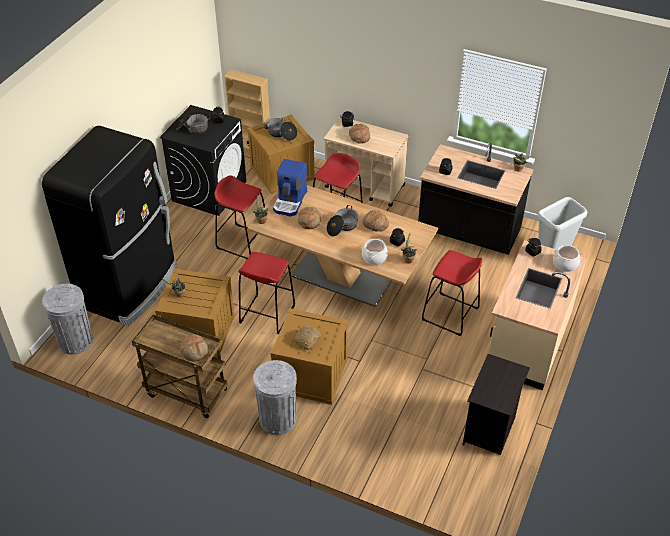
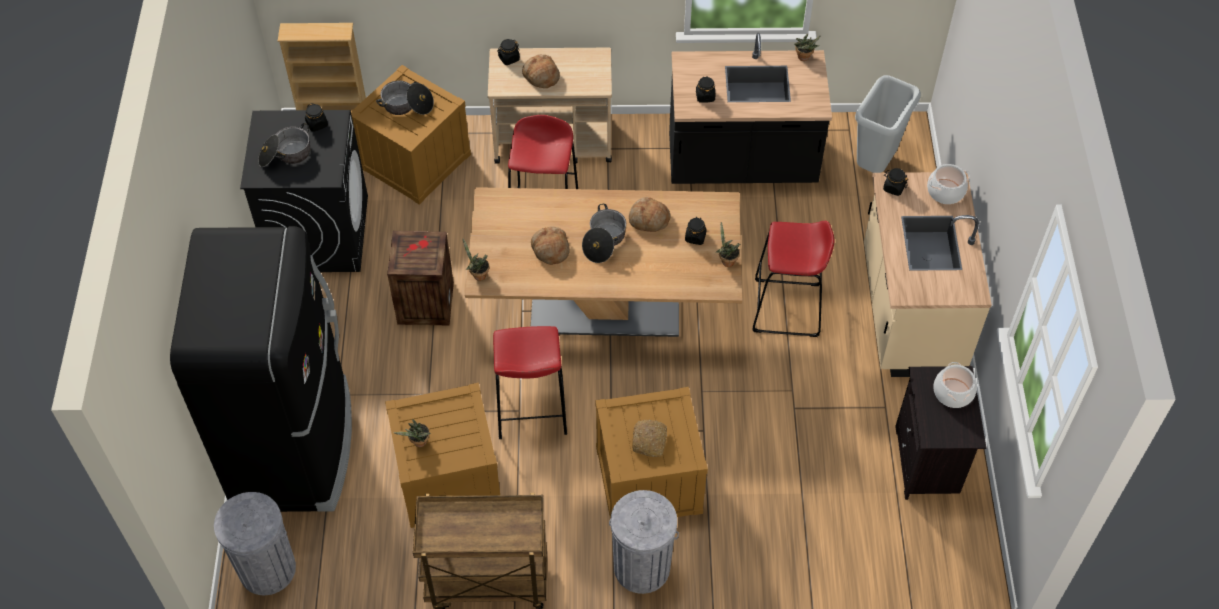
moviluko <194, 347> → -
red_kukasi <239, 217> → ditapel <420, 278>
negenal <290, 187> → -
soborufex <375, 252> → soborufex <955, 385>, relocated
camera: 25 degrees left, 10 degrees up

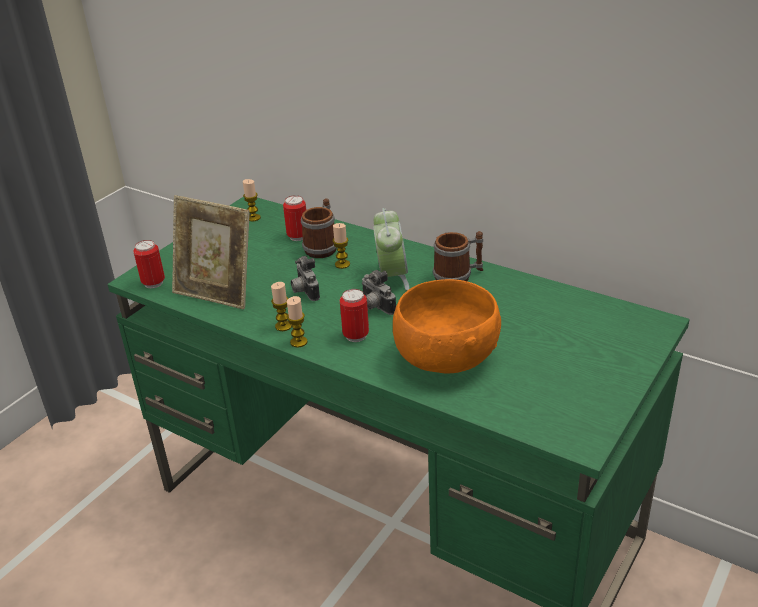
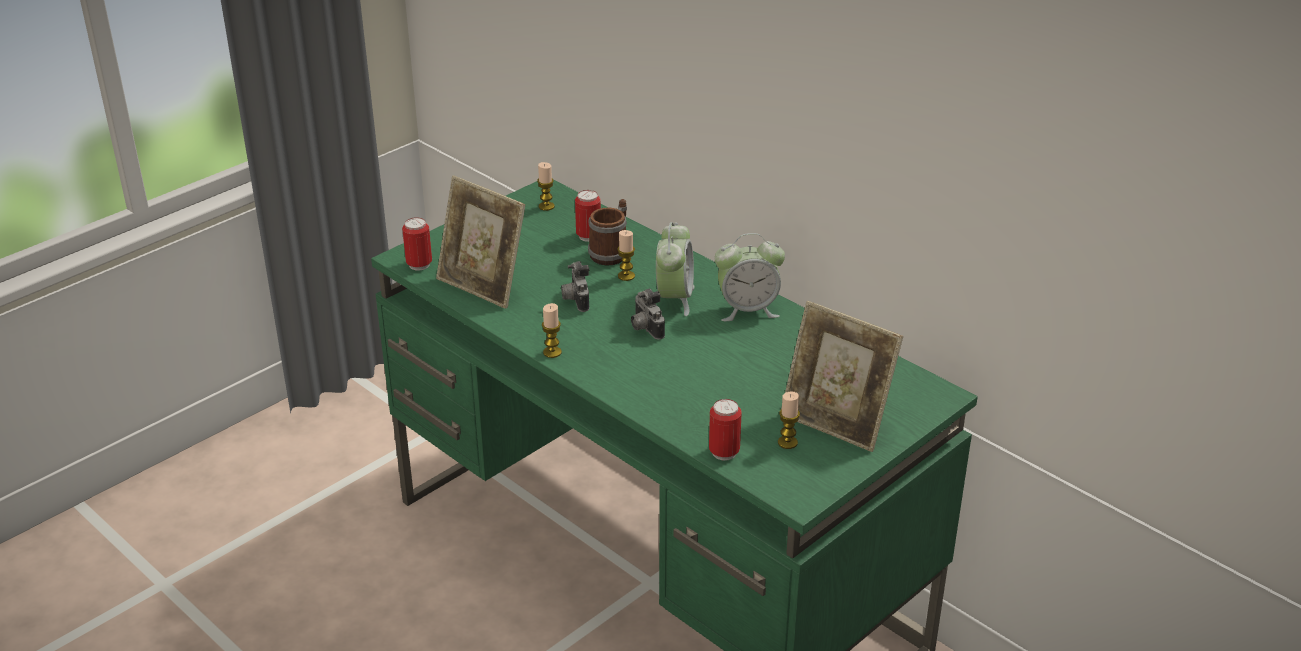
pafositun <281, 306> → pafositun <789, 420>, relocated
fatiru <354, 315> → fatiru <725, 429>, relocated
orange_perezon <447, 326> → -
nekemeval <458, 256> → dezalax <750, 277>
- → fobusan <842, 376>
camera: 10 degrees right, 0 degrees up

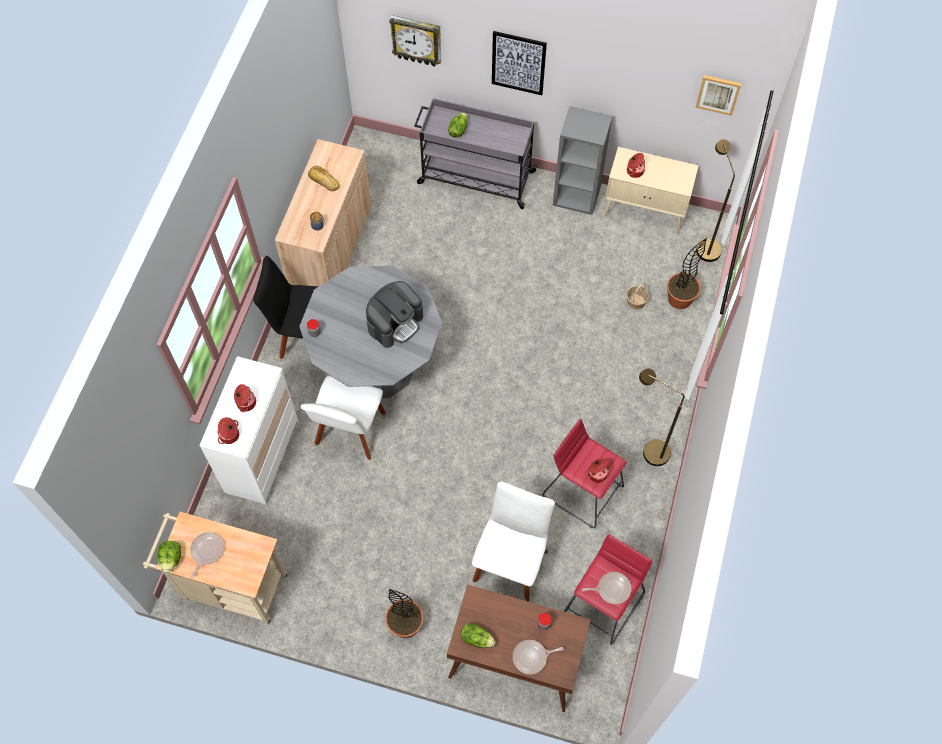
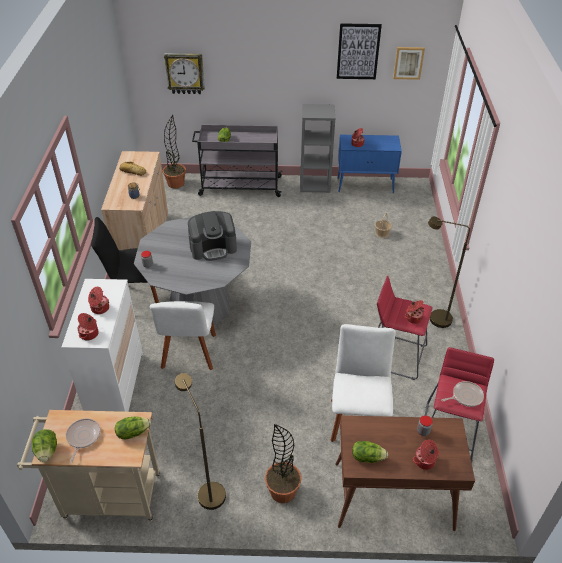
negenal <394, 314> → negenal <212, 236>, 45 degrees clockwise
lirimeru <519, 63> → lirimeru <359, 51>, relocated
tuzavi <538, 657> → soborufex <426, 455>
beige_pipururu <651, 190> → blue_pipururu <370, 164>
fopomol <687, 273> → fopomol <174, 152>, relocated
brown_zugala <715, 200> → brown_zugala <200, 441>, relocated
- → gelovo <133, 427>
camera: 15 degrees left, 20 degrees down

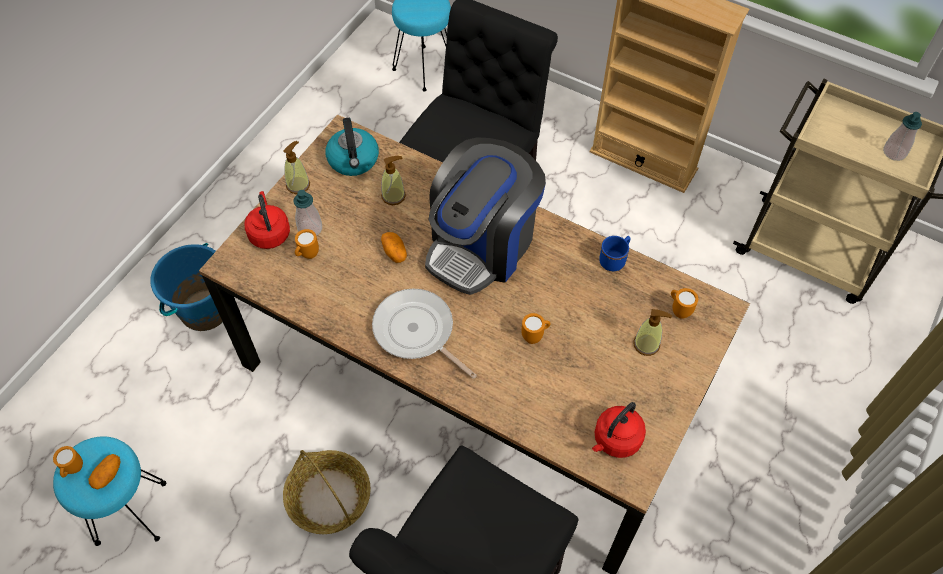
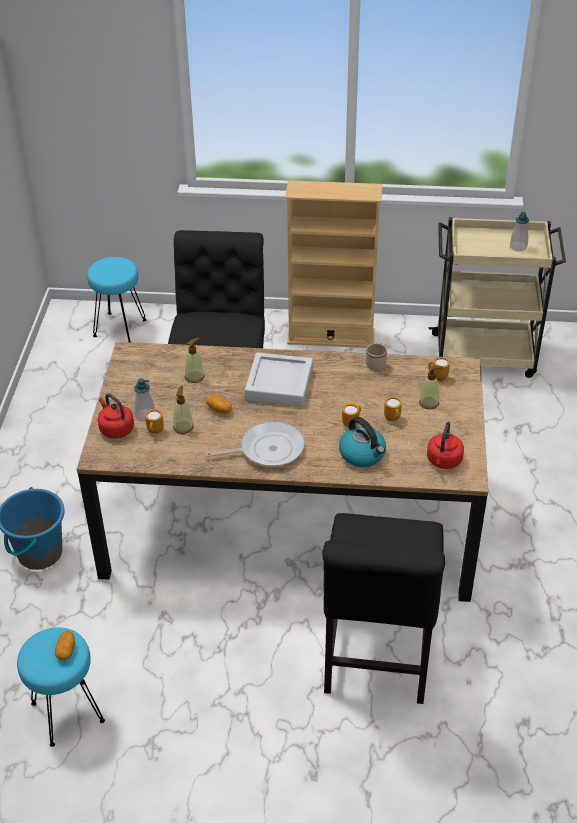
orange_nekemeval <68, 461> → orange_nekemeval <393, 408>, relocated
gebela <296, 167> → gebela <183, 410>, relocated
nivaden <327, 492> → -
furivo <352, 147> → furivo <362, 442>, relocated
tuzavi <424, 334> → tuzavi <255, 444>, 150 degrees clockwise
negenal <485, 216> → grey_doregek <279, 379>
blue_nekemeval <615, 253> → beige_nekemeval <376, 356>
camera: 25 degrees left, 15 degrees down

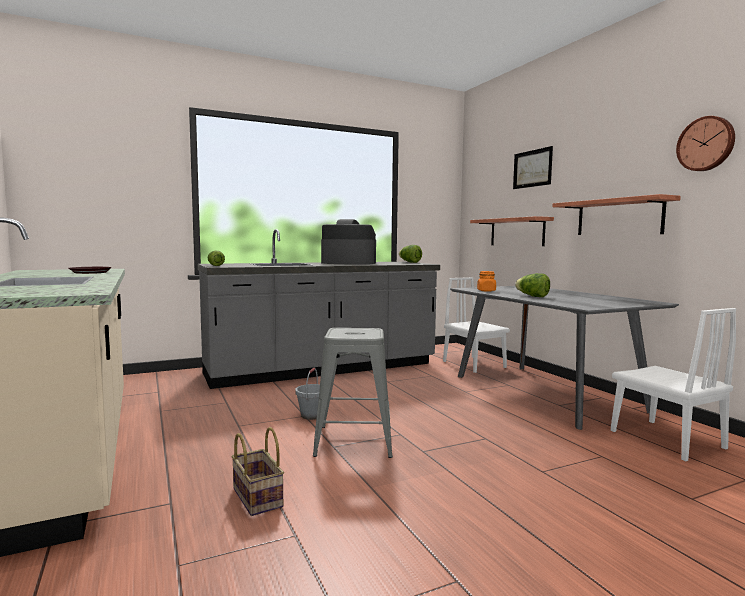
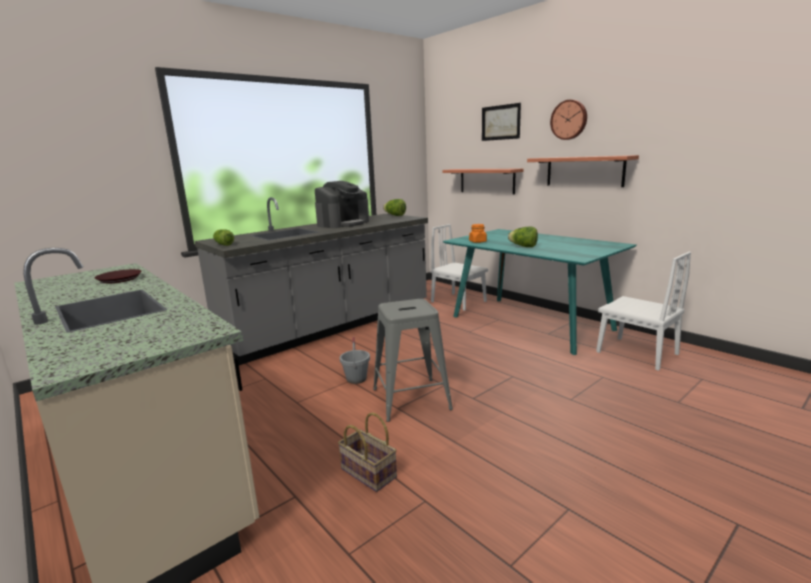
negenal <348, 242> → negenal <342, 204>, 135 degrees clockwise
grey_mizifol <564, 358> → turquoise_mizifol <540, 292>
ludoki <705, 143> → ludoki <568, 120>, relocated
camera: 15 degrees left, 10 degrees up

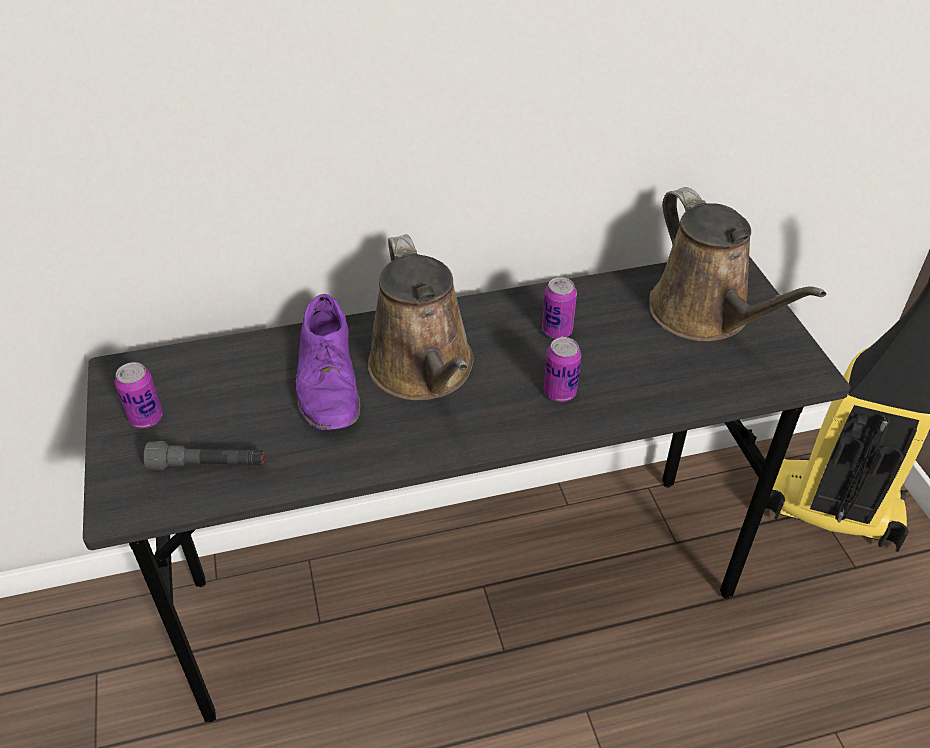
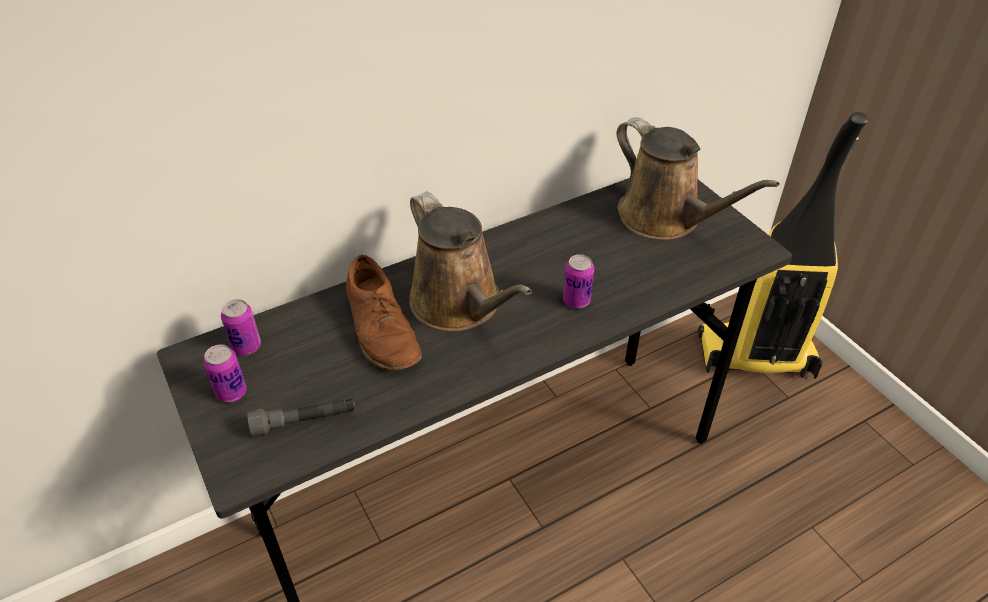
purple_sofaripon <327, 362> → brown_sofaripon <384, 313>
fatiru <559, 308> → fatiru <241, 327>, relocated
camera: 15 degrees left, 0 degrees up

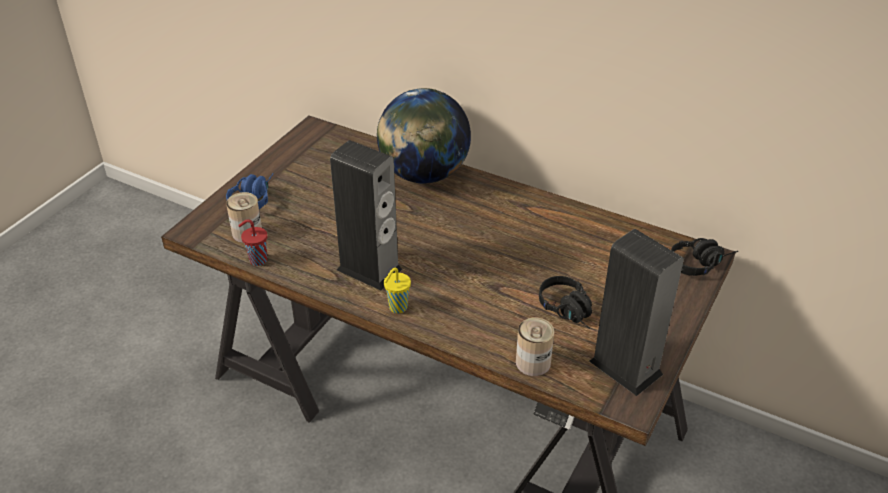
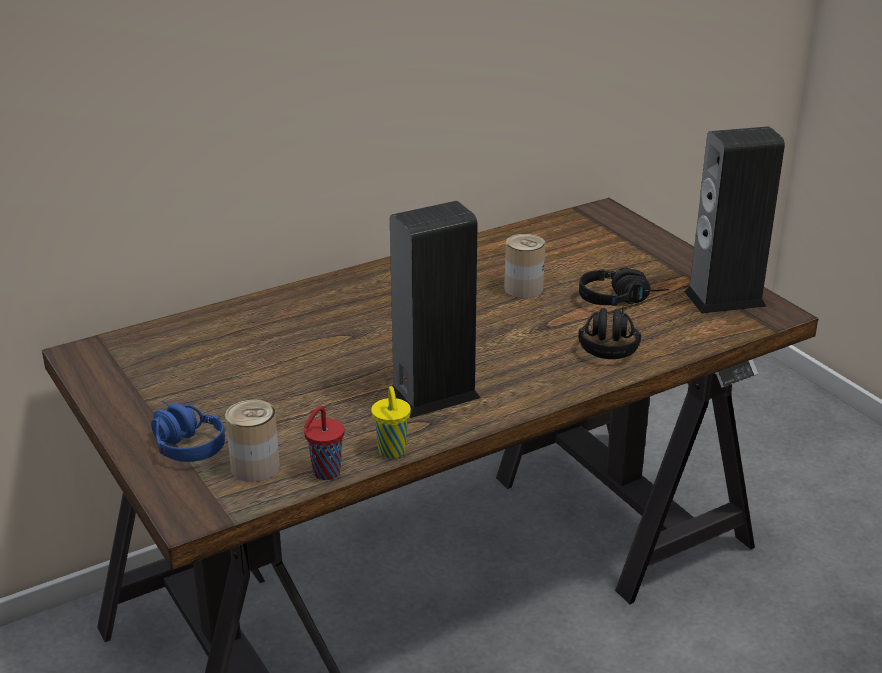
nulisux <424, 136> → -
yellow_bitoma <397, 290> → yellow_bitoma <391, 422>, relocated
fatiru <535, 347> → fatiru <524, 266>, relocated
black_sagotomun <704, 257> → black_sagotomun <609, 332>, relocated
camera: 60 degrees left, 10 degrees down

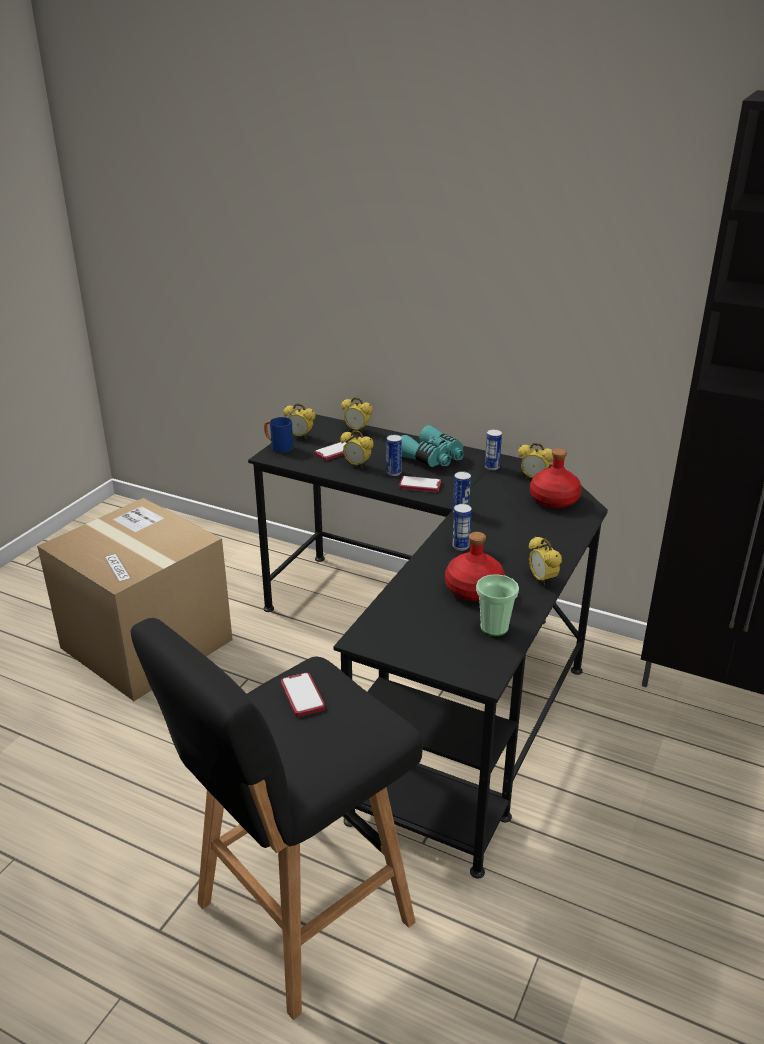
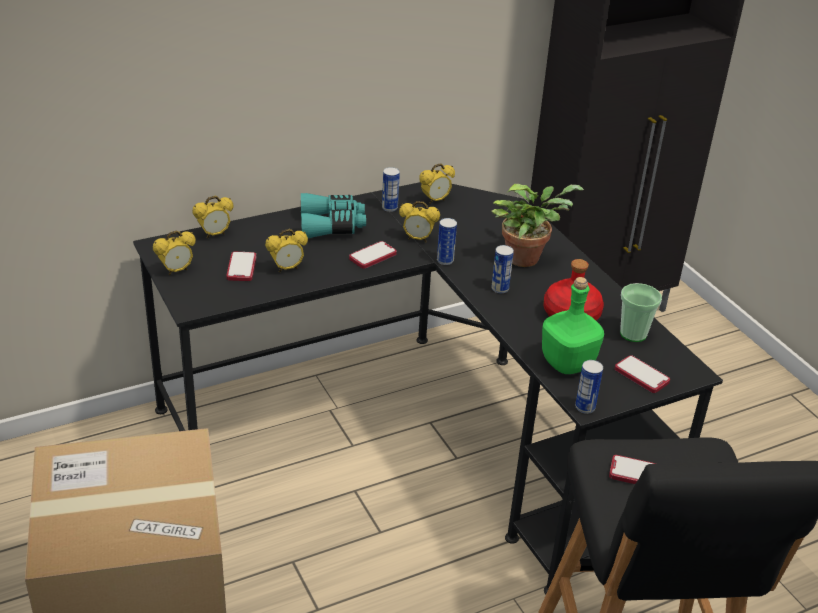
blue_nekemeval <278, 435> → -
fatiru <394, 455> → fatiru <589, 387>, relocated
dezalax <545, 561> → dezalax <419, 221>, relocated
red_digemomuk <556, 478> → -
- → fopomol <537, 225>
- → green_digemomuk <573, 325>
- → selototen <642, 374>
camera: 55 degrees left, 5 degrees up

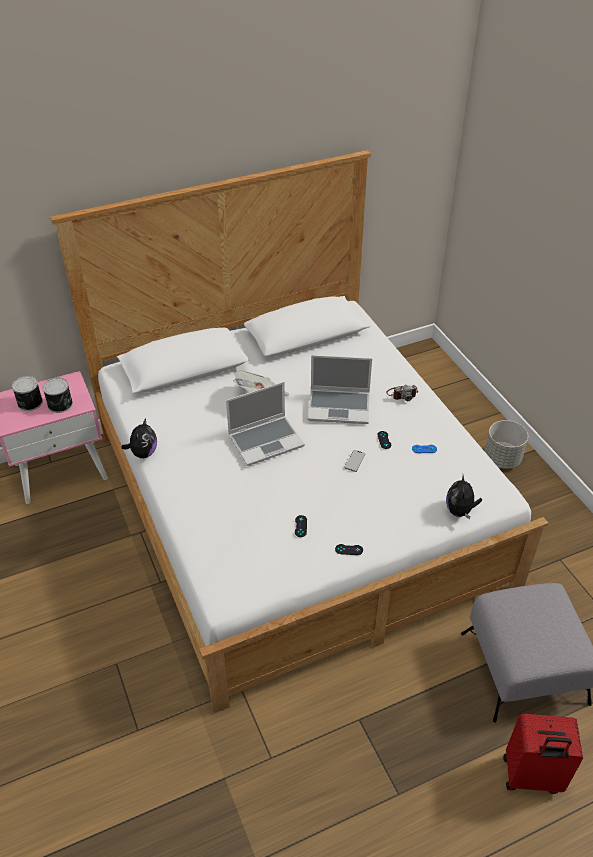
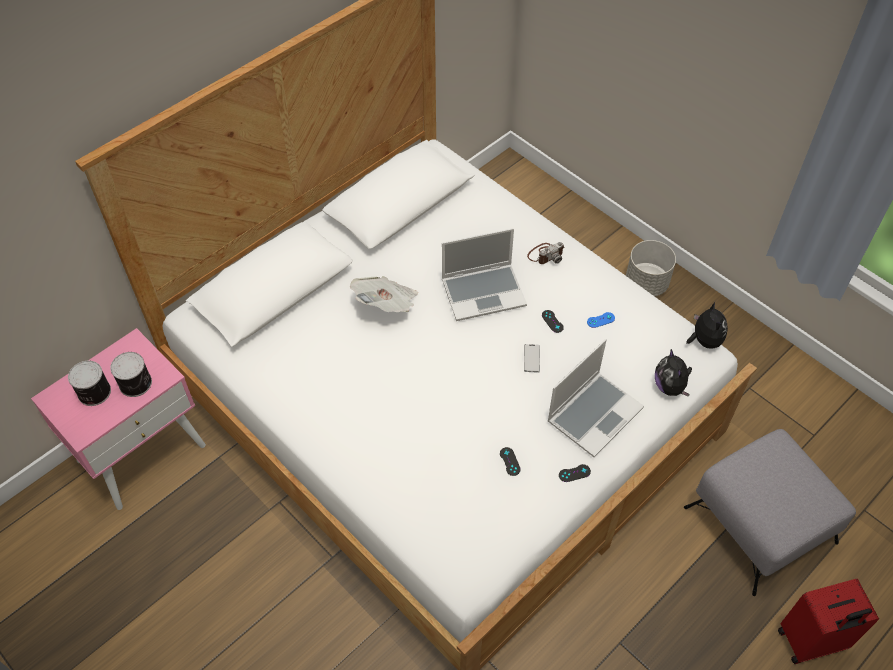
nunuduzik <139, 438> → nunuduzik <707, 325>, relocated
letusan <265, 424> → letusan <595, 398>, relocated
camera: 20 degrees left, 10 degrees up

